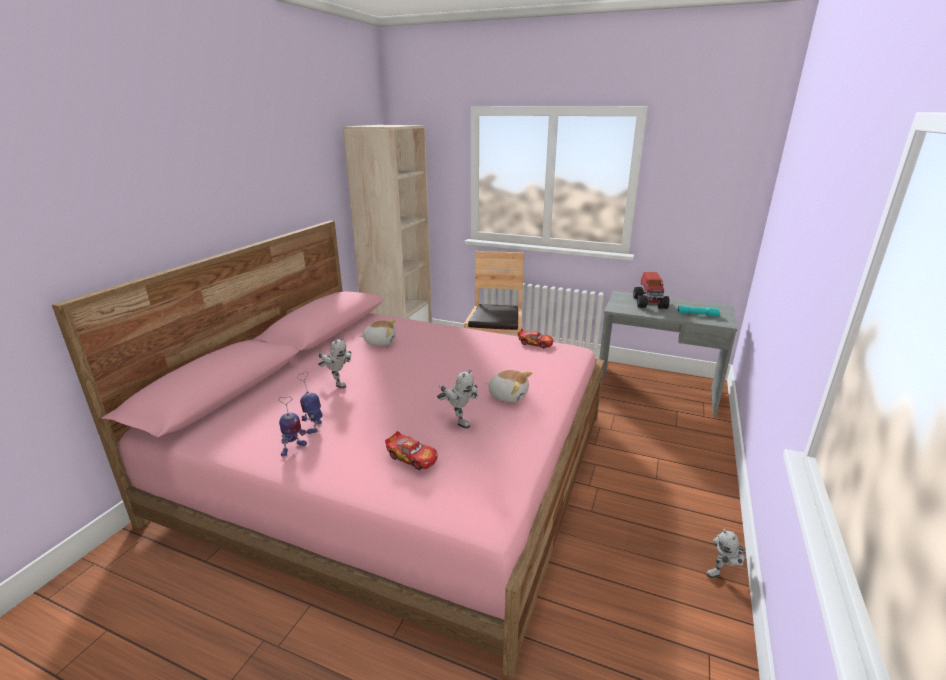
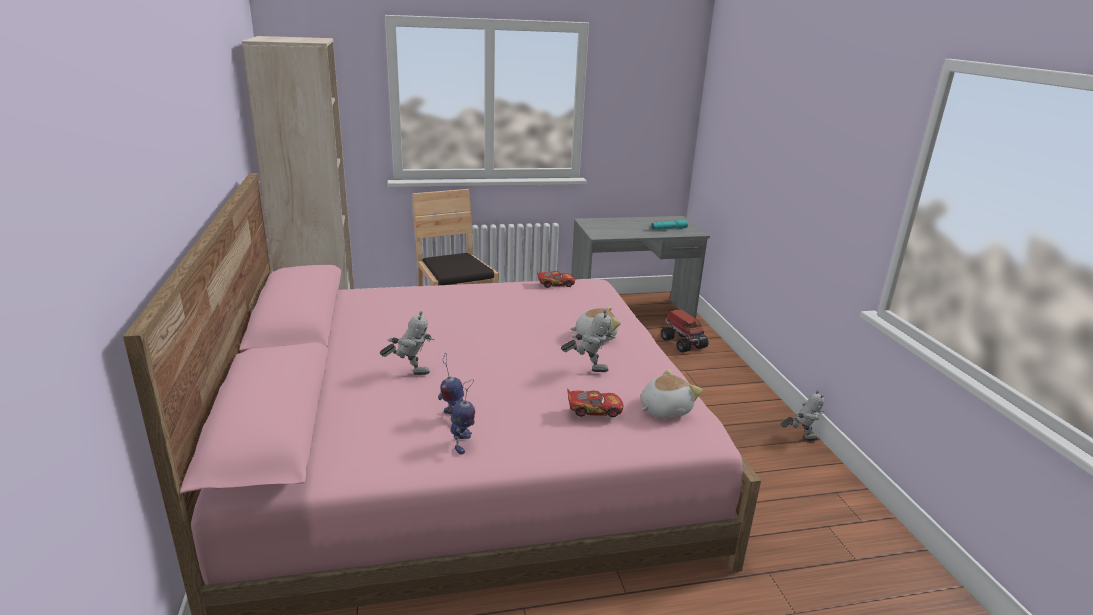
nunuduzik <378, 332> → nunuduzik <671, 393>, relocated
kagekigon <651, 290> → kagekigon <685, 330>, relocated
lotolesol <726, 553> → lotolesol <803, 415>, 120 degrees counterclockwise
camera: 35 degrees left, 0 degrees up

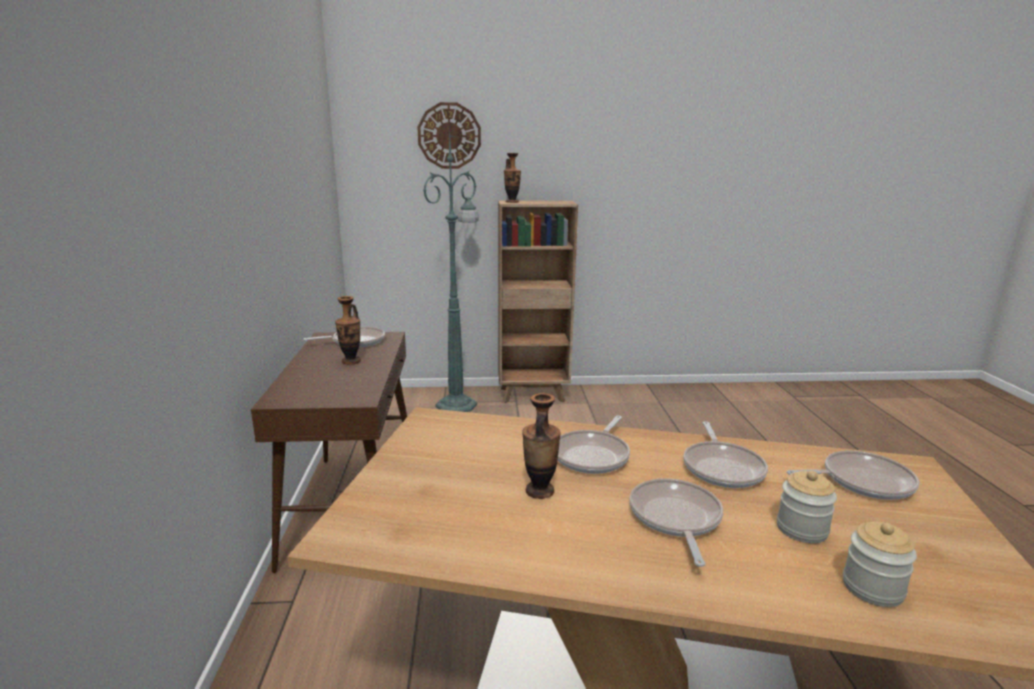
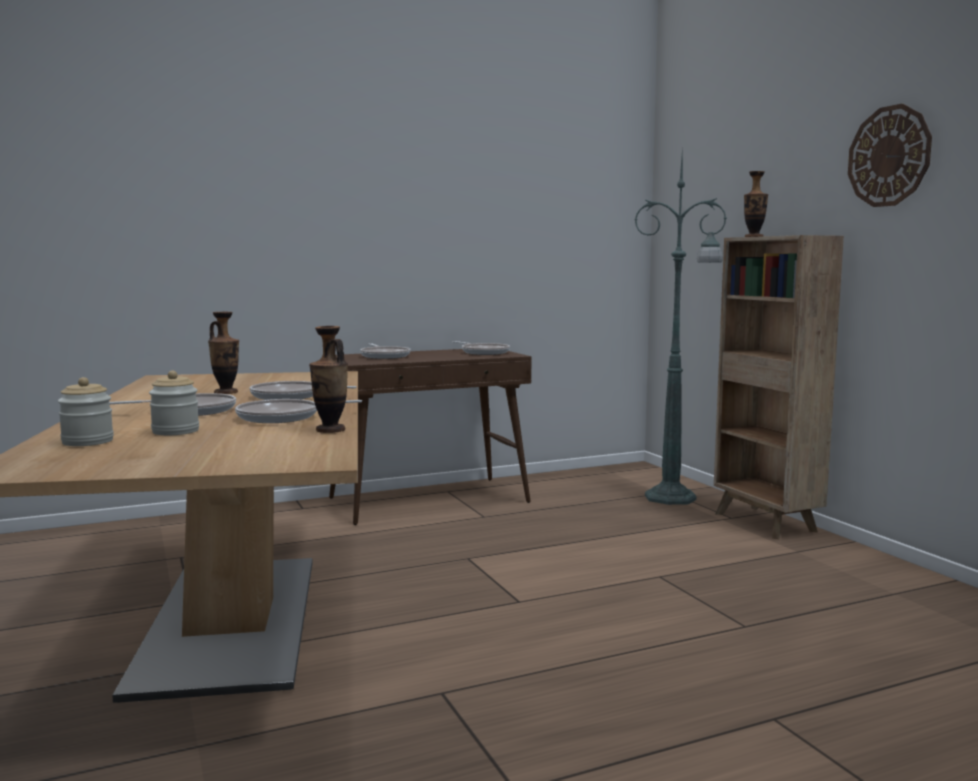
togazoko <348, 330> → togazoko <328, 379>, relocated
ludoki <449, 135> → ludoki <890, 155>, relocated
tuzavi <853, 475> → tuzavi <385, 351>, relocated
camera: 70 degrees right, 10 degrees down

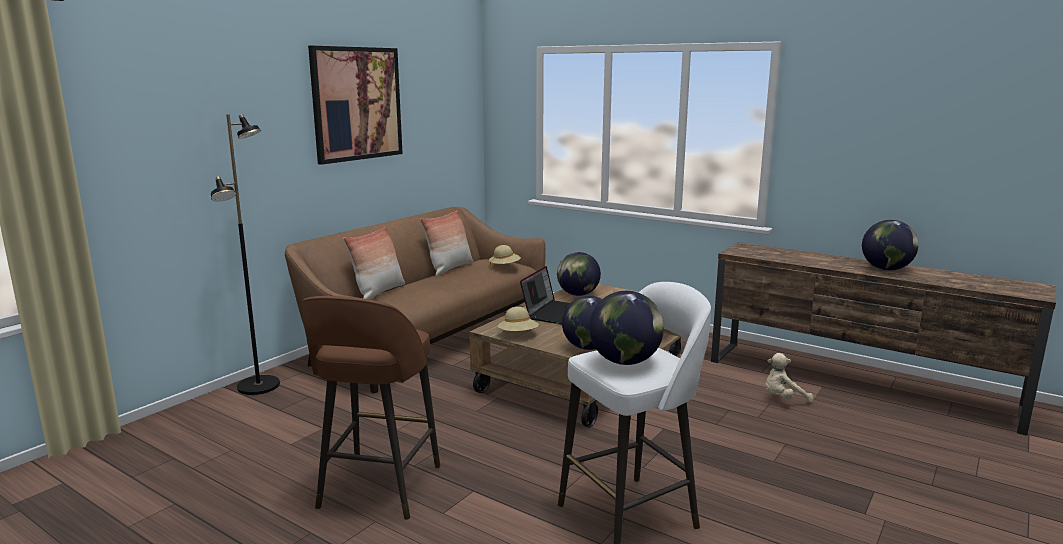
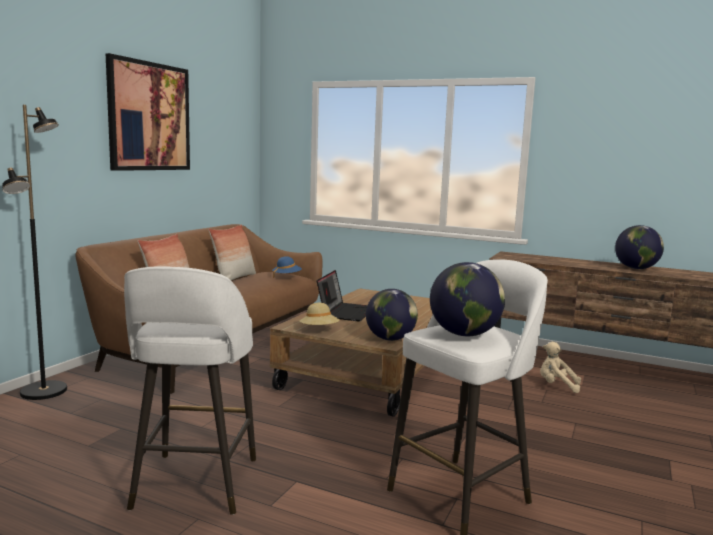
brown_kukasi <371, 408> → white_kukasi <190, 390>
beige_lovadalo <505, 256> → blue_lovadalo <287, 267>
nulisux <579, 274> → -
beige_nunuduzik <789, 378> → beige_nunuduzik <560, 367>, 45 degrees clockwise
camera: 10 degrees left, 5 degrees down

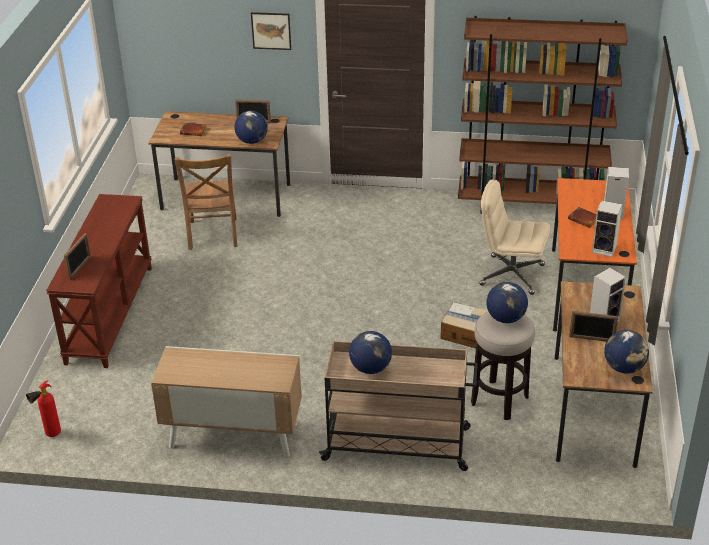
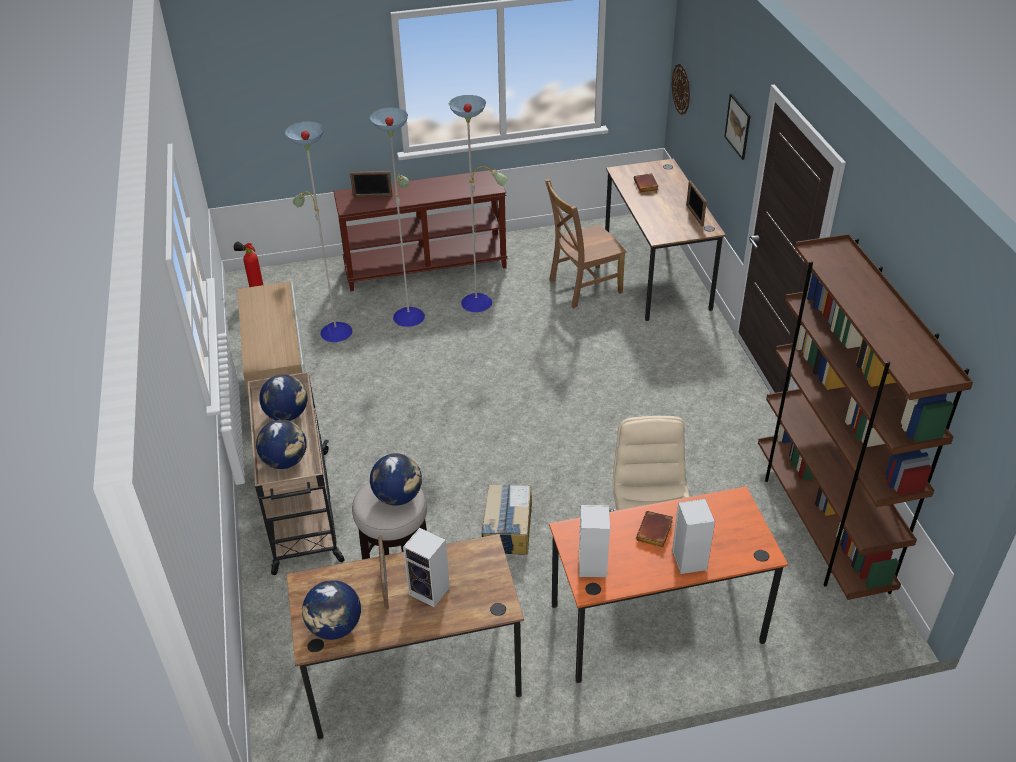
nulisux <251, 127> → nulisux <281, 444>, relocated
- → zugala <396, 218>
- → ludoki <681, 89>
camera: 70 degrees right, 5 degrees up

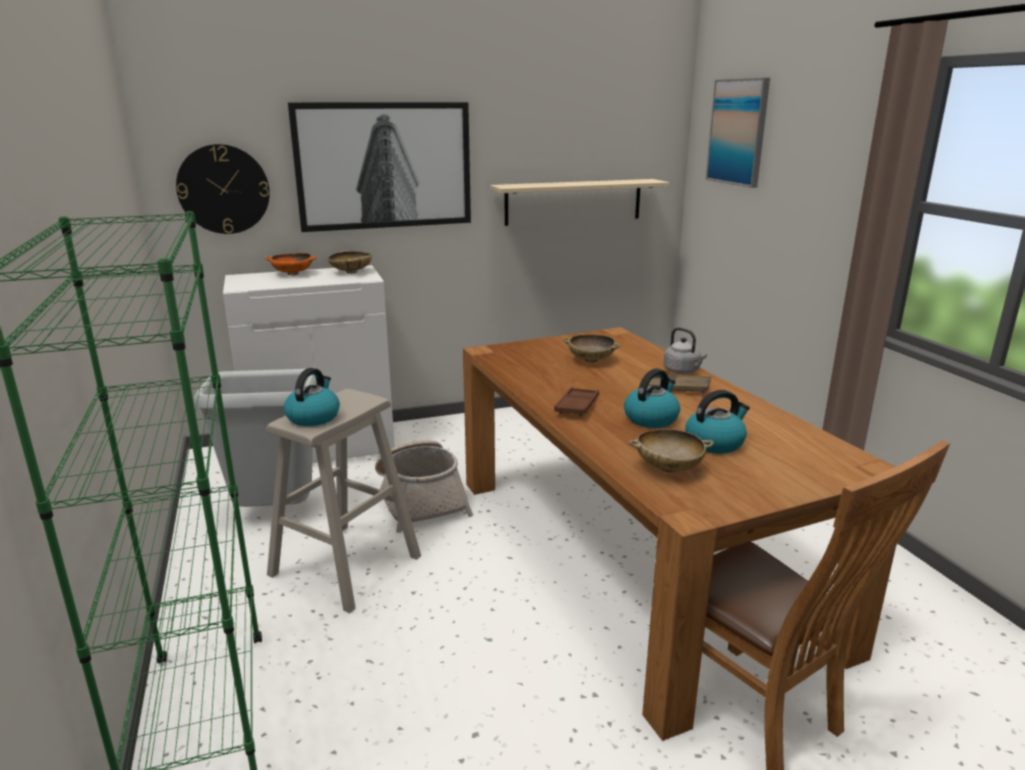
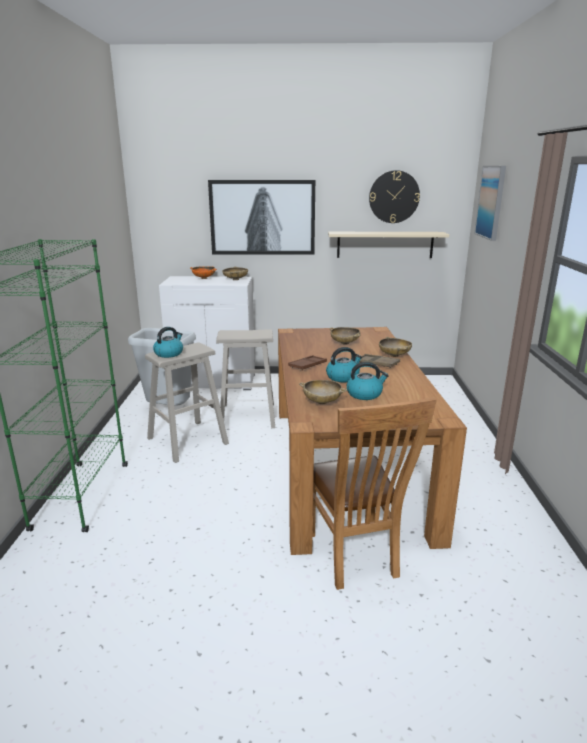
ludoki <223, 189> → ludoki <394, 196>, relocated
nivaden <424, 486> → beige_kukasi <245, 379>
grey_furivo <685, 350> → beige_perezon <395, 347>
camera: 20 degrees right, 0 degrees up

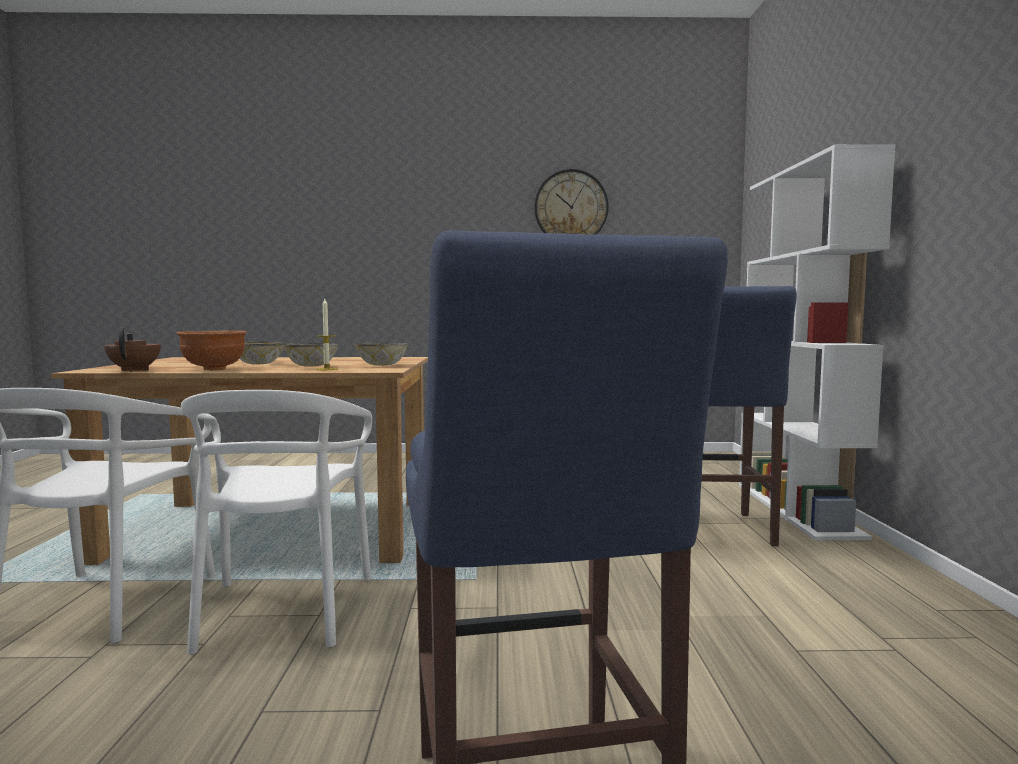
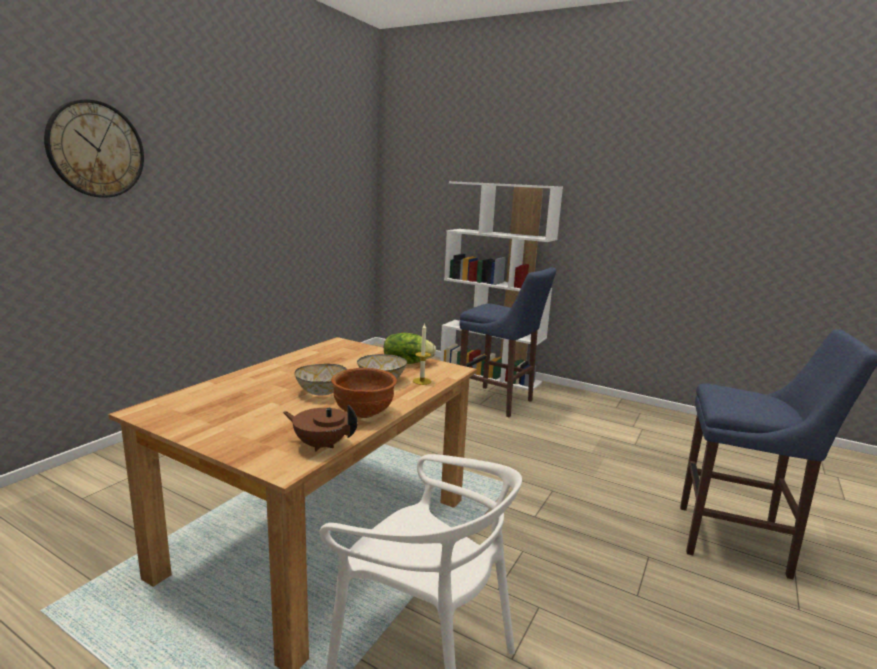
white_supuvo <276, 522> → -
perezon <381, 354> → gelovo <410, 348>
ludoki <571, 201> → ludoki <94, 148>, relocated
camera: 60 degrees left, 10 degrees up

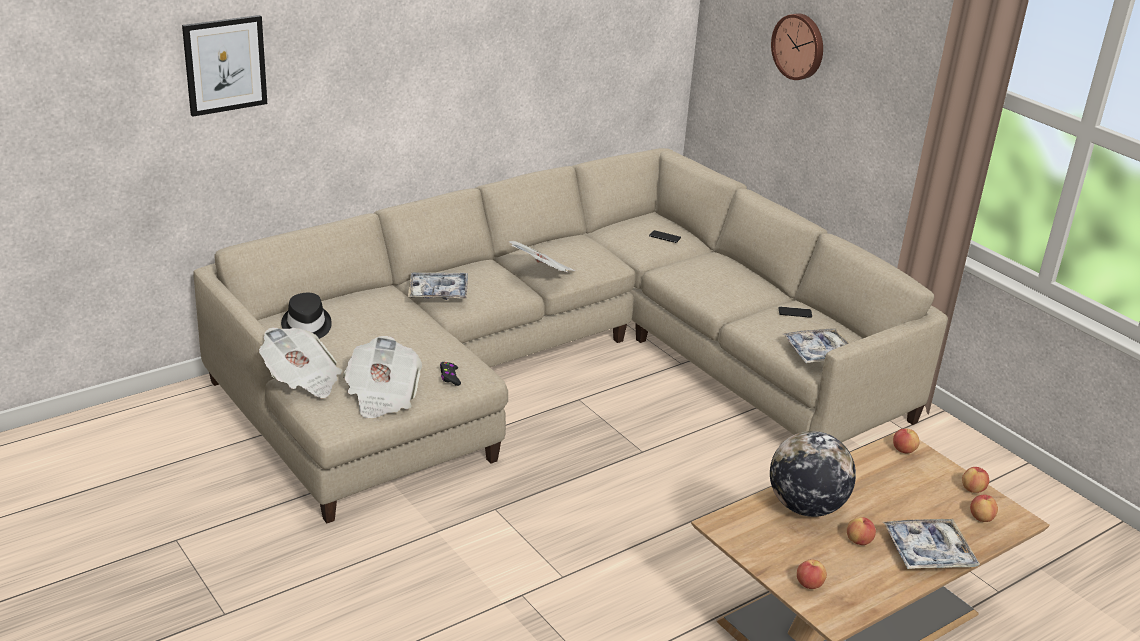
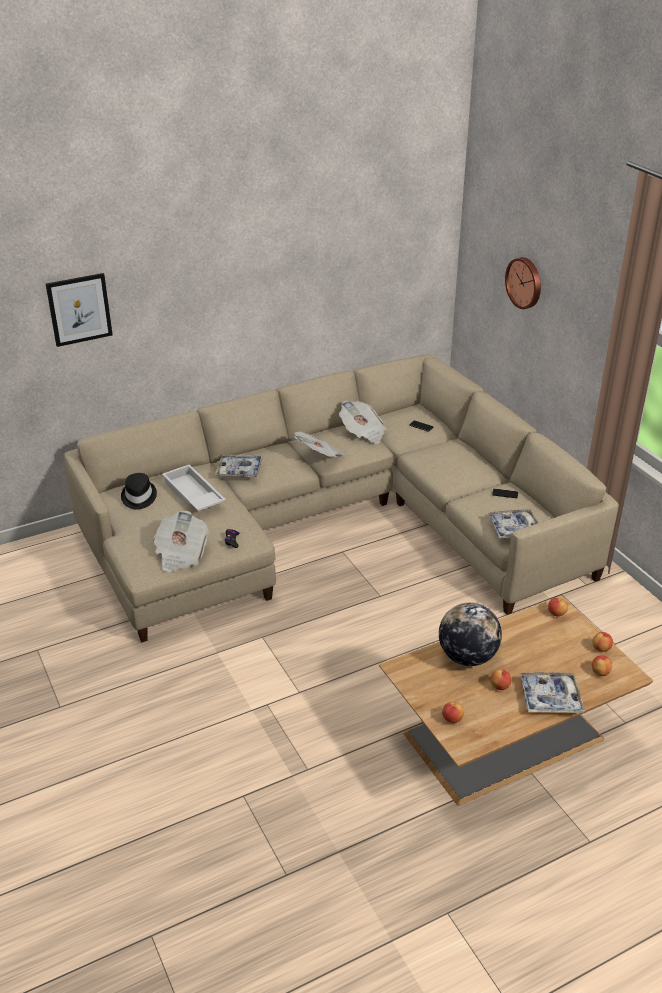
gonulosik <300, 362> → gonulosik <363, 422>, relocated
- → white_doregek <194, 487>
camera: 10 degrees right, 5 degrees up

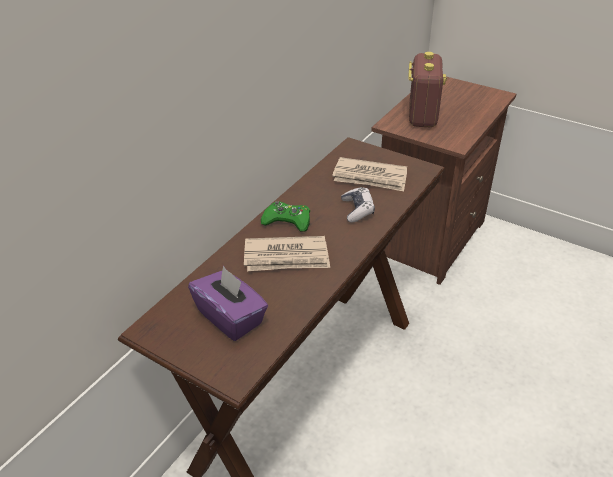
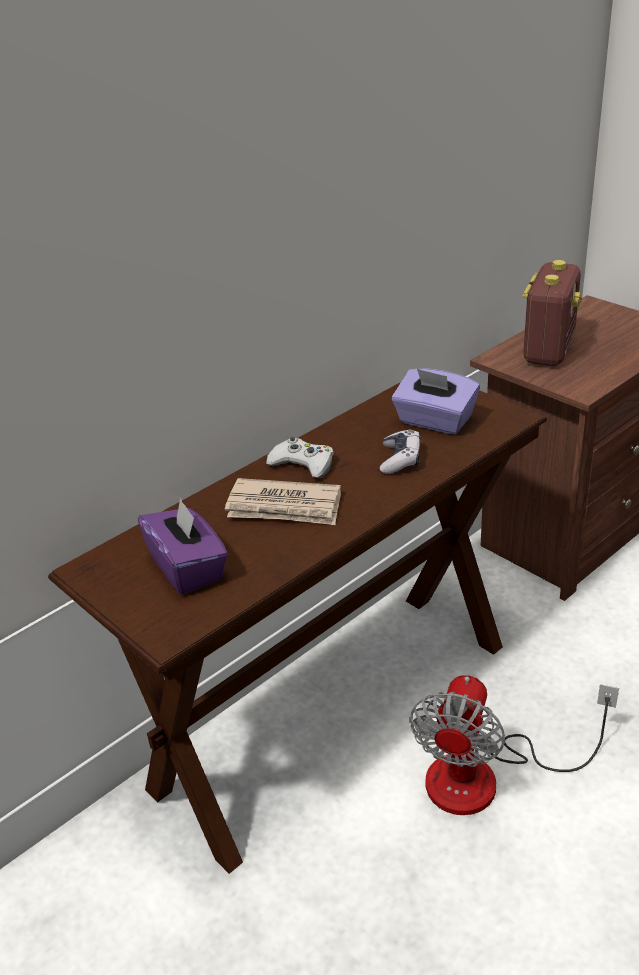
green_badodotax <285, 216> → white_badodotax <300, 457>
gonulosik <369, 174> → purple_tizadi <436, 401>
- → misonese <514, 745>
camera: 15 degrees right, 5 degrees down

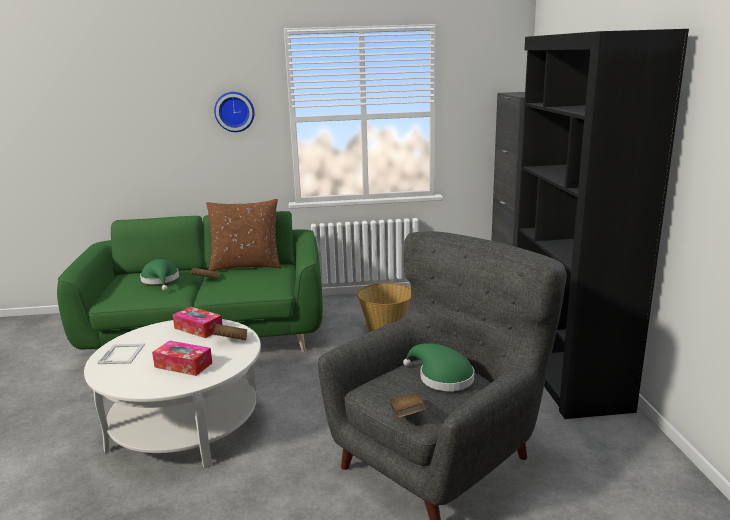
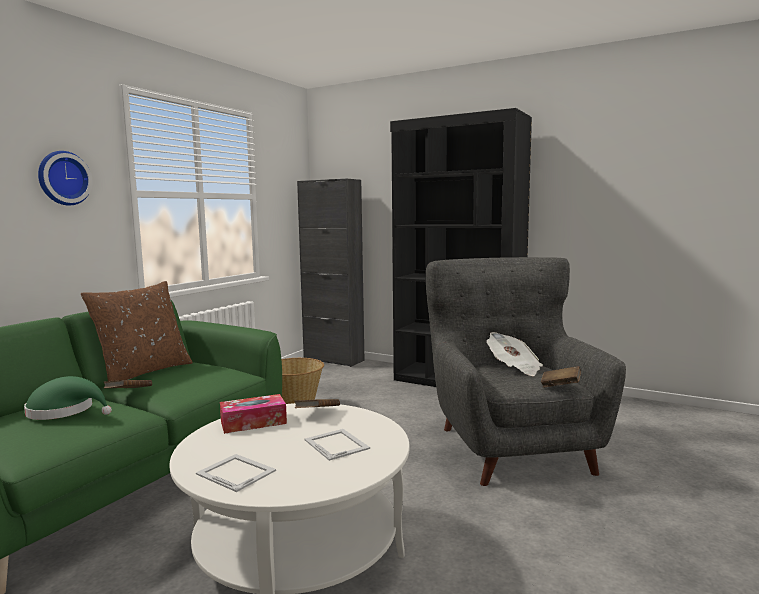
tizadi <182, 358> → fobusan <337, 445>
green_lovadalo <438, 367> → gonulosik <514, 354>
camera: 55 degrees left, 10 degrees down

